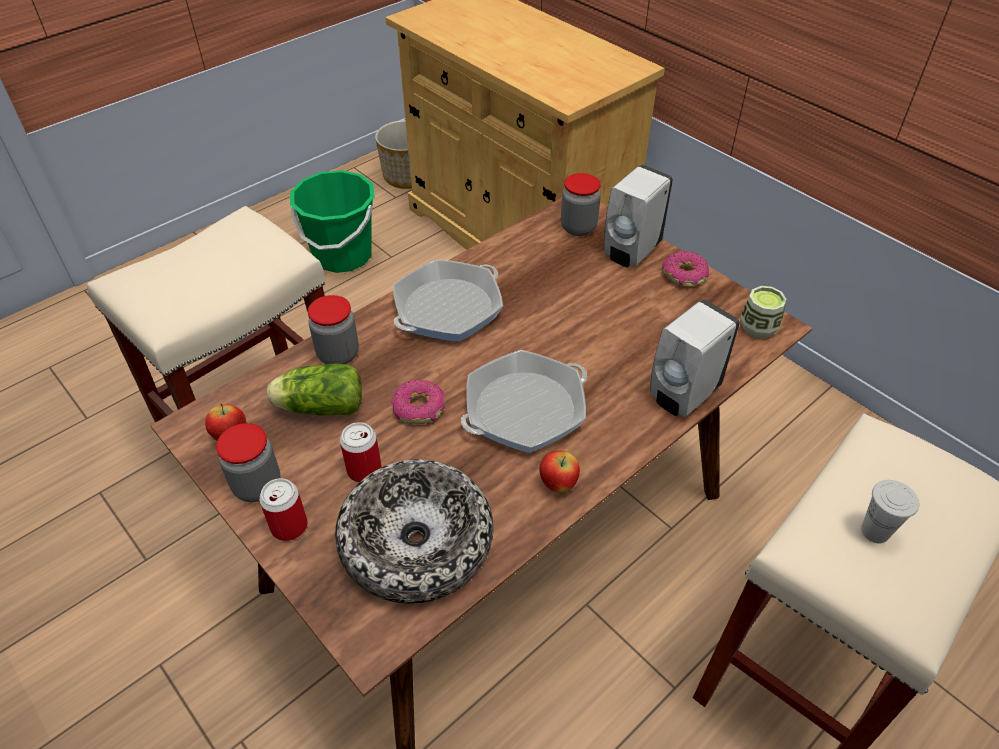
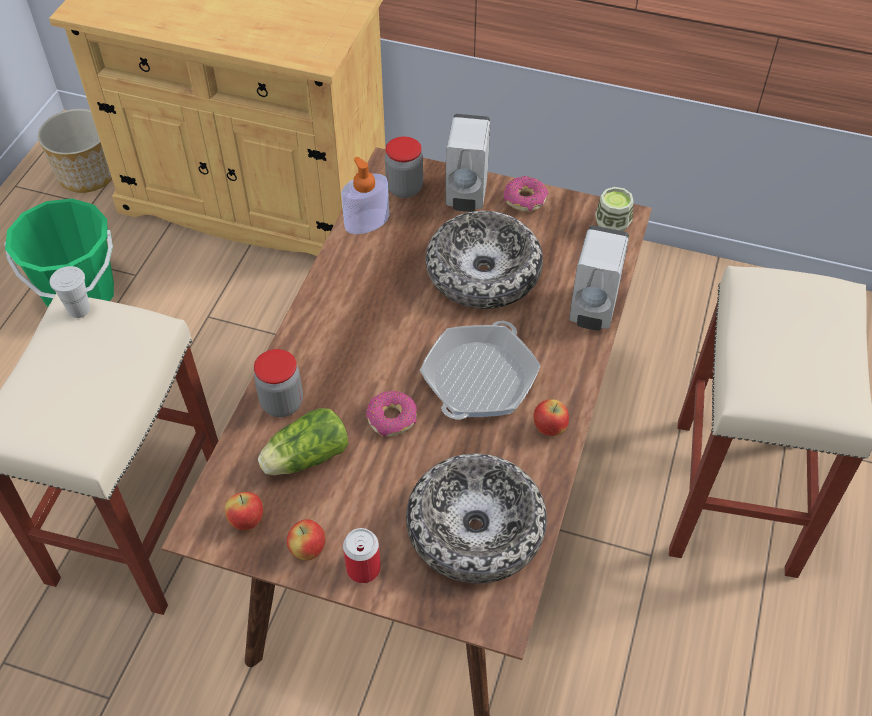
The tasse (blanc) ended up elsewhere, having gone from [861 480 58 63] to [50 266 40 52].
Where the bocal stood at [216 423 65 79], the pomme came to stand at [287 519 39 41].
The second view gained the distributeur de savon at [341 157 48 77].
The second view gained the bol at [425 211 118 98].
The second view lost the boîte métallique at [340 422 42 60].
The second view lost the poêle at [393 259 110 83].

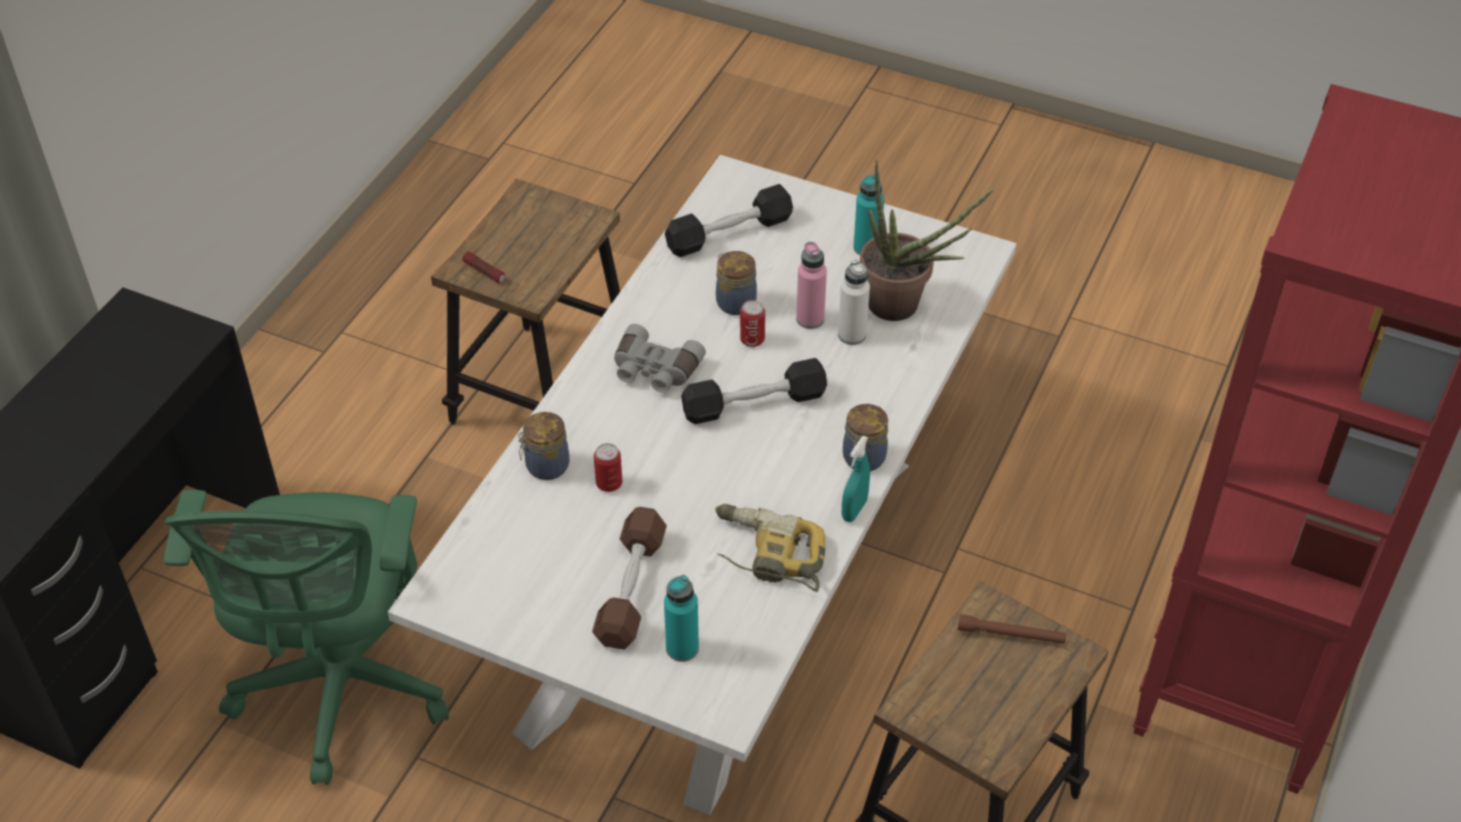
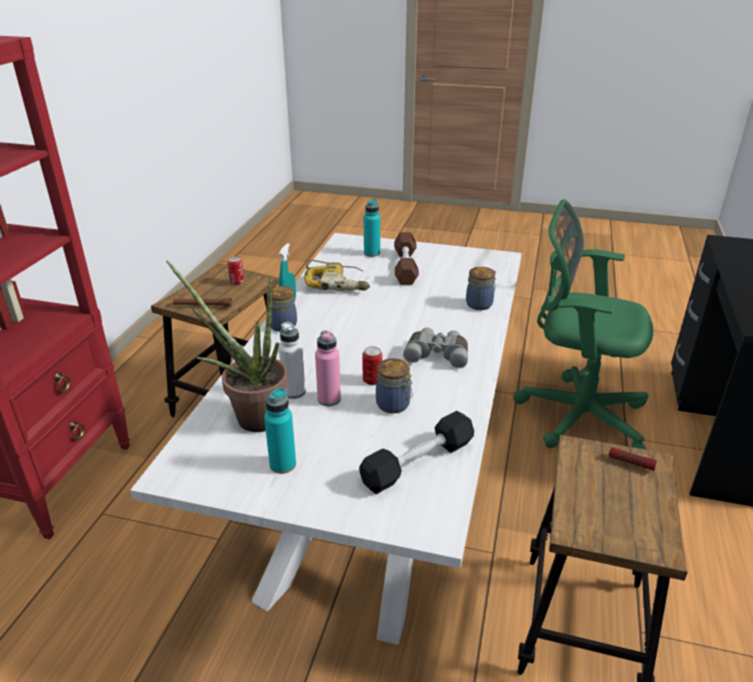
The boîte métallique ended up elsewhere, having gone from [594 443 28 49] to [228 257 16 28].
The chaise de bureau (vert) at [164 490 285 295] ended up facing another way, 60 degrees counterclockwise from before.
The second view lost the haltère (noir) at [681 358 146 66].

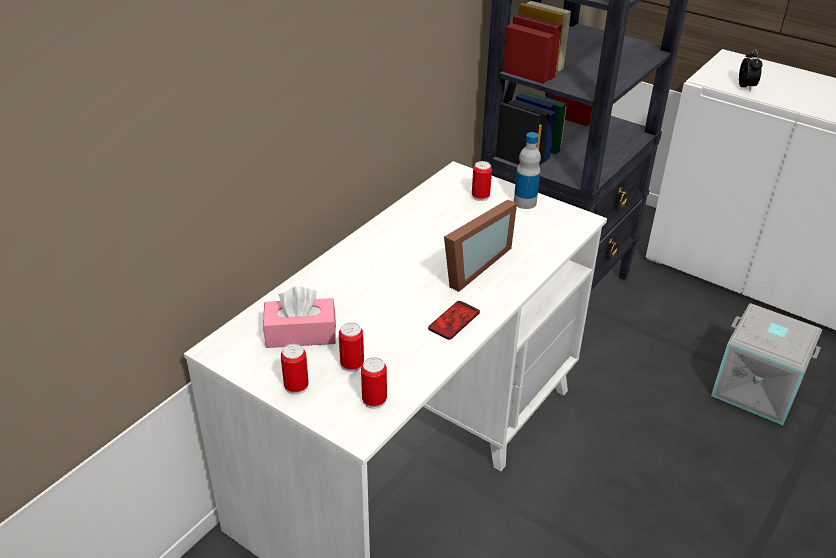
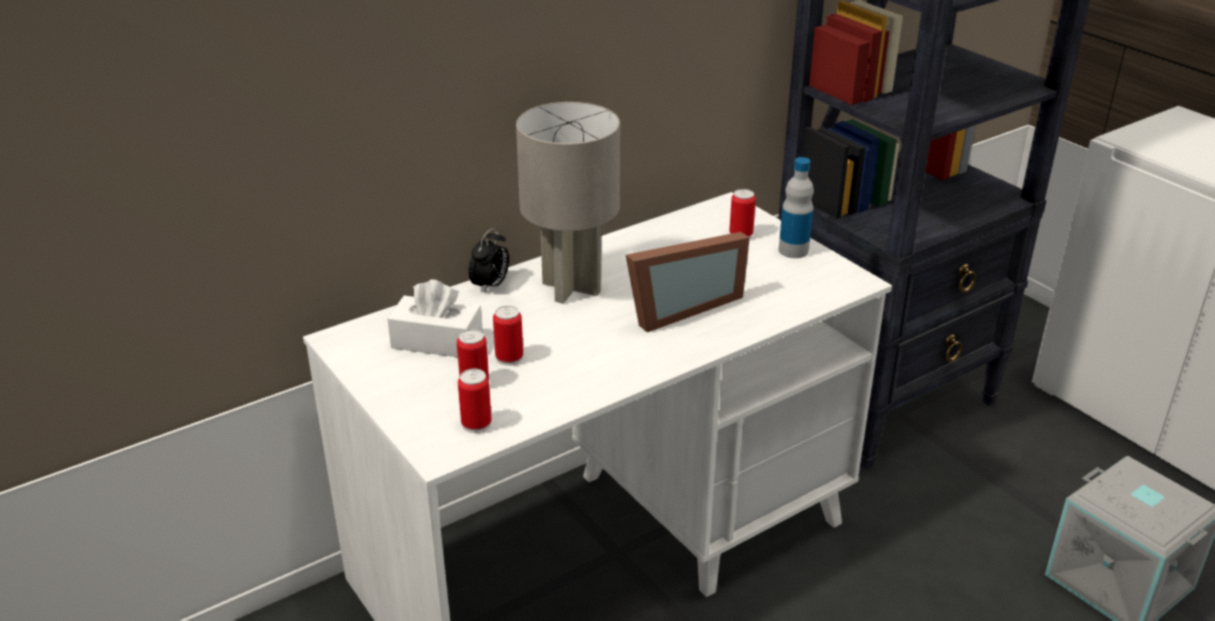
What was the boîte à mouchoirs (rose) at [263 286 73 62] turned into the boîte à mouchoirs (blanc) at [387 279 96 78].
The réveil ended up elsewhere, having gone from [739 49 24 41] to [469 228 40 66].
The boîte métallique ended up elsewhere, having gone from [281 344 28 51] to [493 306 30 60].
The second view gained the lampe de table (gris) at [516 102 104 202].
The second view lost the téléphone at [428 301 52 39].

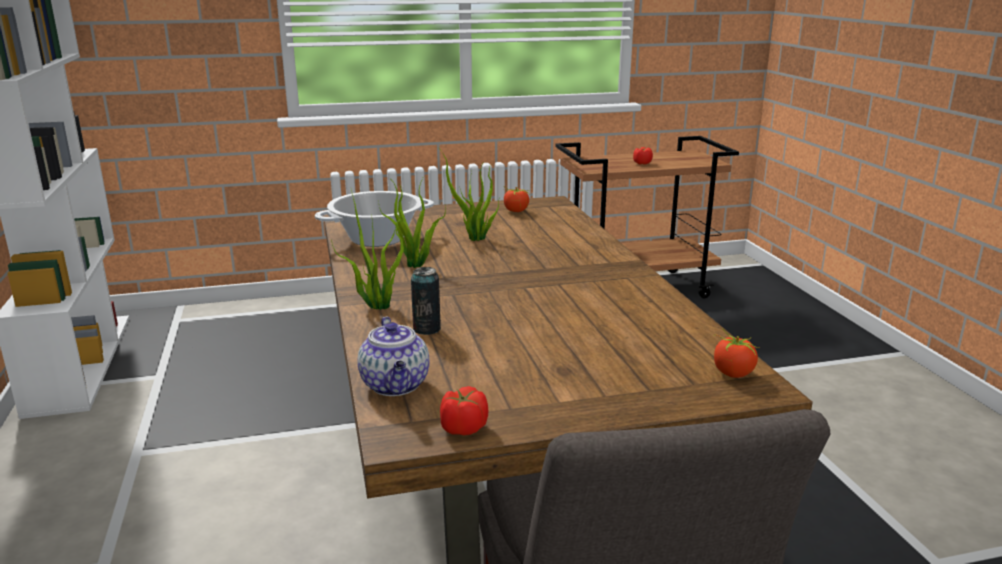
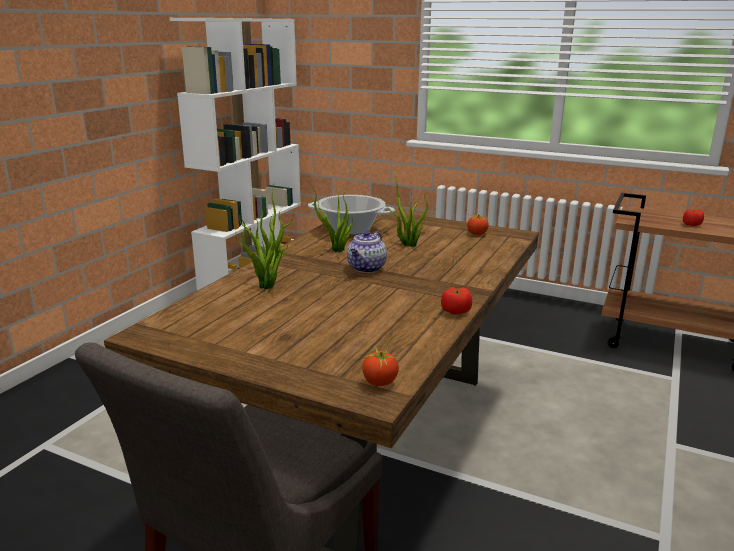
Where the boîte métallique stood at [411 267 30 68], the plante en pot came to stand at [235 213 53 76].
The théière ended up elsewhere, having gone from [357 317 73 79] to [347 231 40 42].
The tomate ended up elsewhere, having gone from [440 386 48 50] to [441 287 31 28].

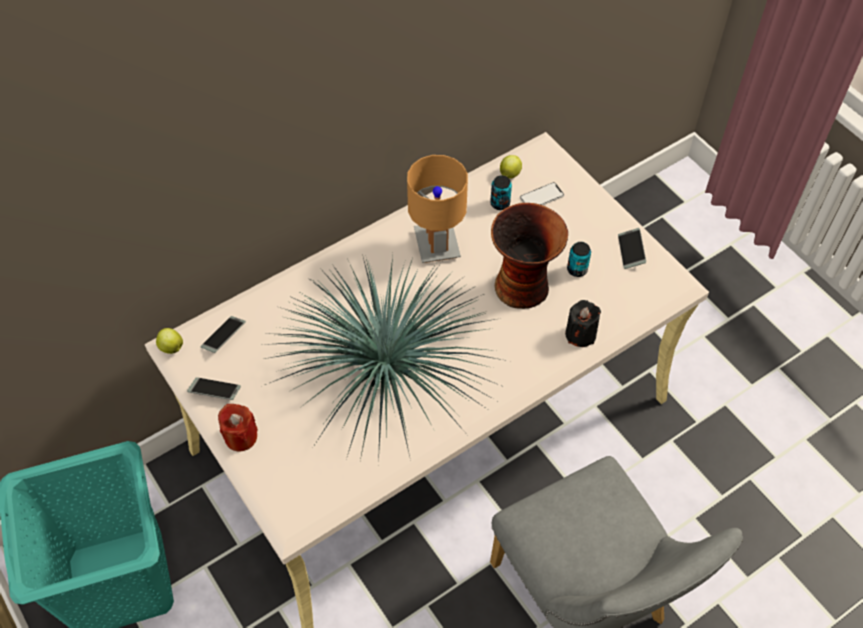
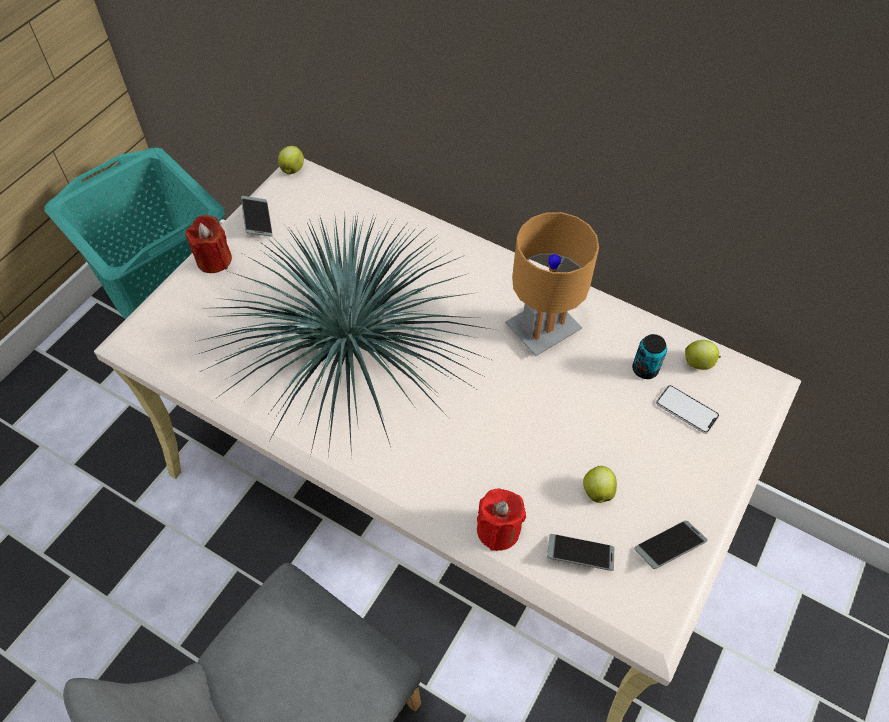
What was the bougie (noir) at [565 300 36 47] turned into the bougie (rouge) at [477 488 49 63].
The téléphone ended up elsewhere, having gone from [201 316 45 37] to [547 534 67 37].
Where the boîte métallique stood at [567 242 24 35], the pomme came to stand at [583 466 34 37].
The second view lost the vase at [491 203 77 106].

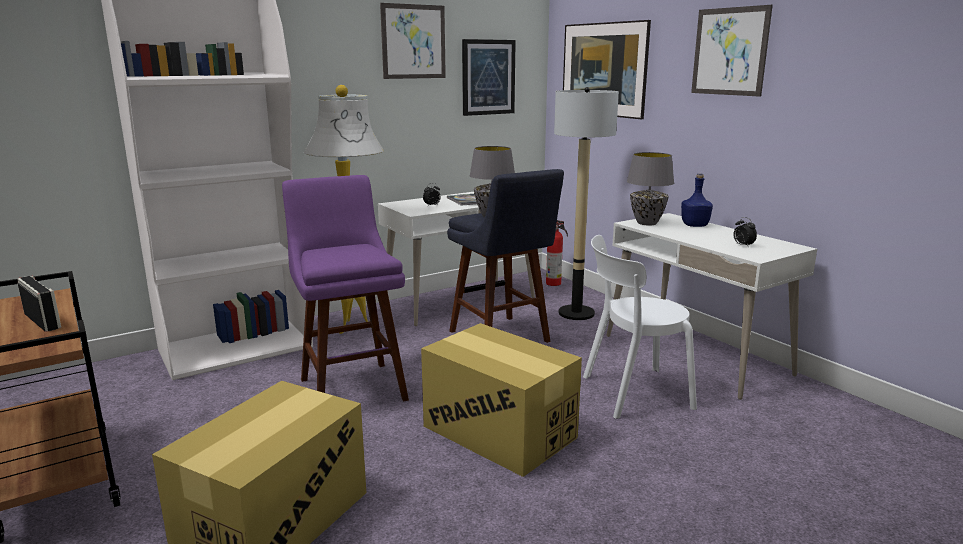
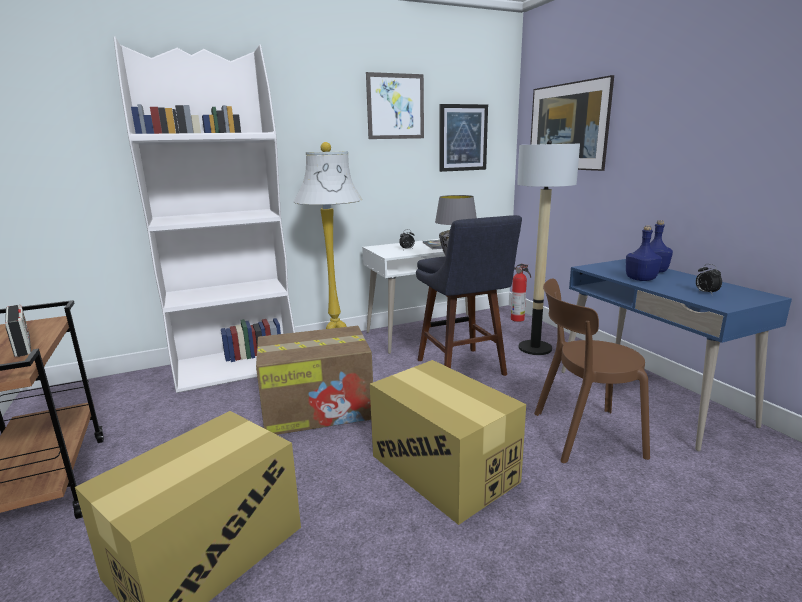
Where the tabouret (violet) stood at [282 175 127 226], the carton came to stand at [256 326 117 109].
What was the chaise (blanc) at [583 235 114 184] turned into the chaise (marron) at [534 278 116 185].
What was the bureau (blanc) at [607 213 210 187] turned into the bureau (bleu) at [561 259 231 192].
The second view gained the bouteille (bleu) at [626 225 36 56].
The second view lost the lampe de table (gris) at [627 152 47 74].
The second view lost the tableau at [691 5 82 92].

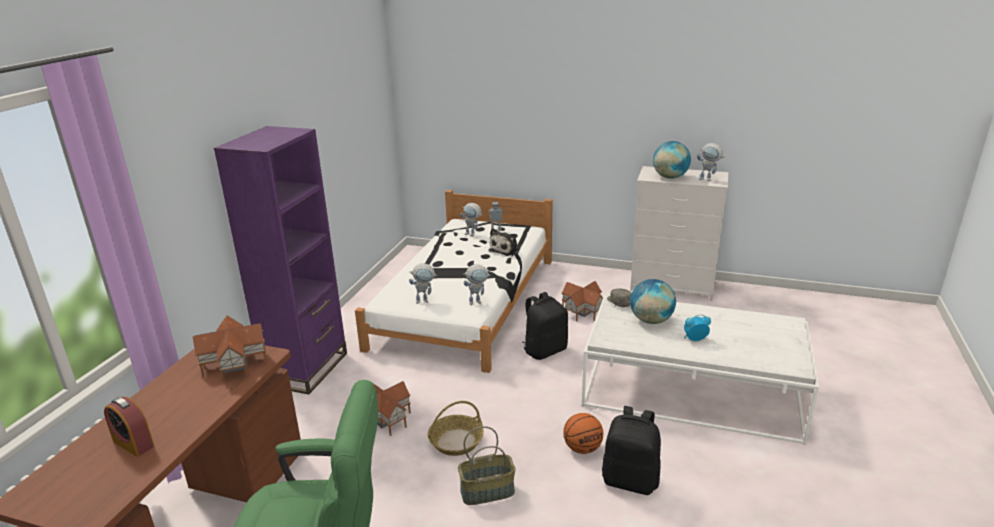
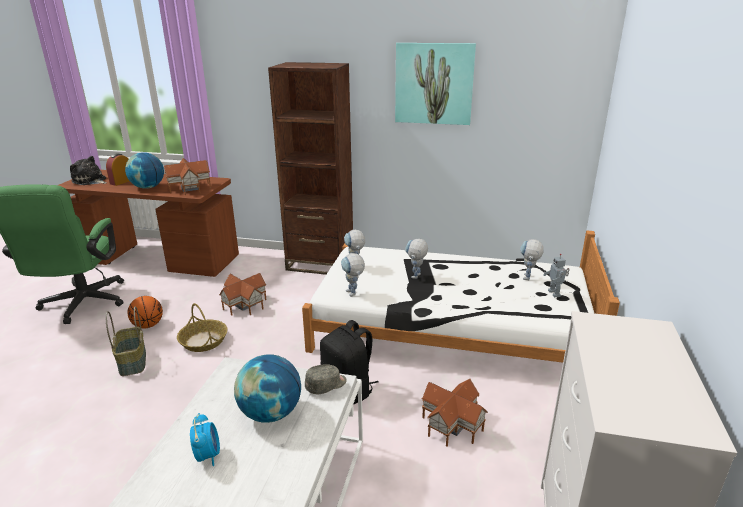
The peluche ended up elsewhere, having gone from [489 228 31 28] to [70 156 37 29].
The globe ended up elsewhere, having gone from [653 141 38 38] to [125 152 39 37].
The ballon de basket ended up elsewhere, having gone from [563 413 40 41] to [127 296 36 32].
What was the bibliothèque (violet) at [214 126 133 269] turned into the bibliothèque (marron) at [268 62 85 213].
The second view gained the tableau at [395 43 81 82].
The robot jouet ended up elsewhere, having gone from [697 143 28 38] to [405 238 23 41].
The second view lost the sac à dos (noir) at [602 406 59 89].

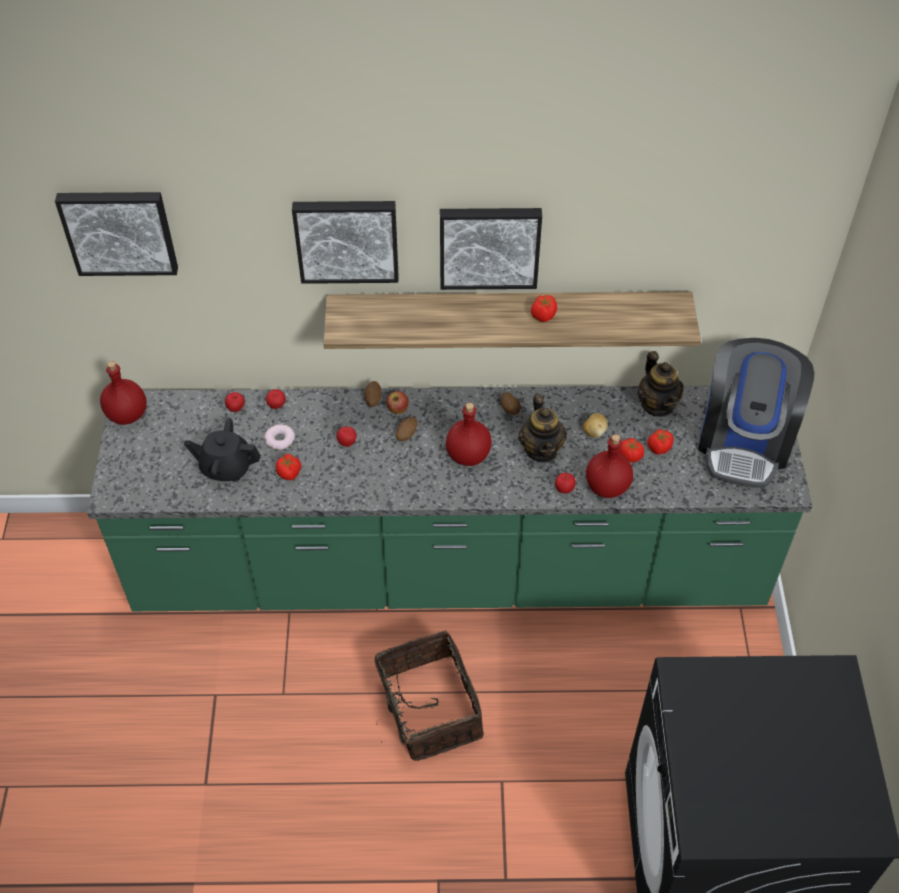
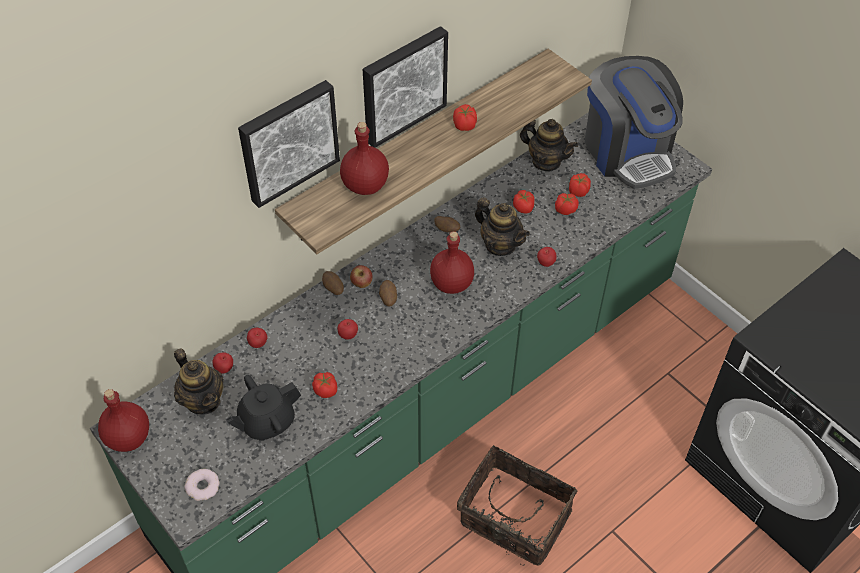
The second view gained the théière at [174 348 50 66].
The beignet ended up elsewhere, having gone from [264 424 31 26] to [185 469 35 32].
The bouteille (rouge) ended up elsewhere, having gone from [586 434 47 64] to [340 122 49 73].
Where the pomme de terre stood at [583 413 25 25], the tomate came to stand at [513 190 22 23].
The second view lost the tableau at [55 192 123 84].

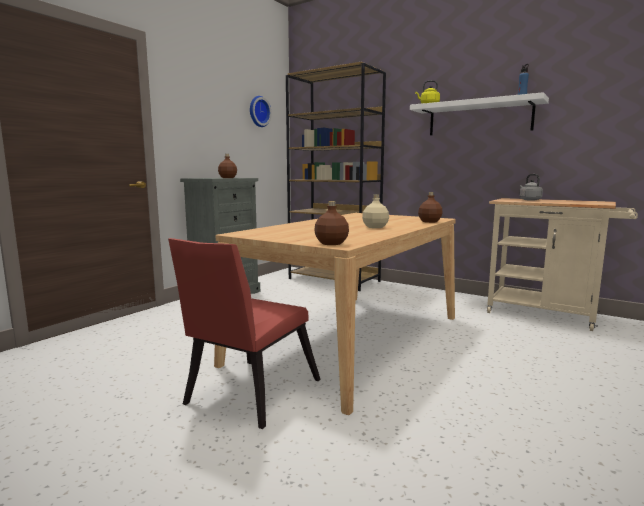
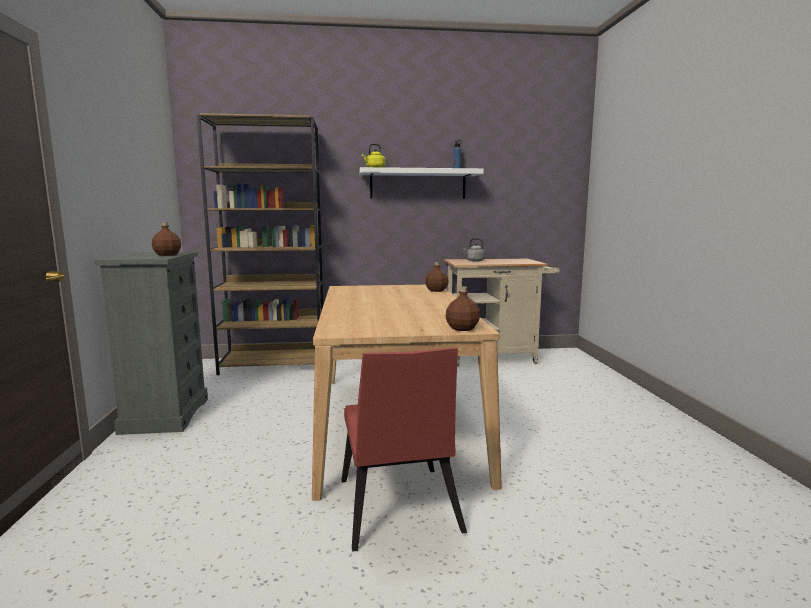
The second view lost the horloge murale at [250 96 22 31].
The second view lost the bouteille (beige) at [362 194 27 34].

